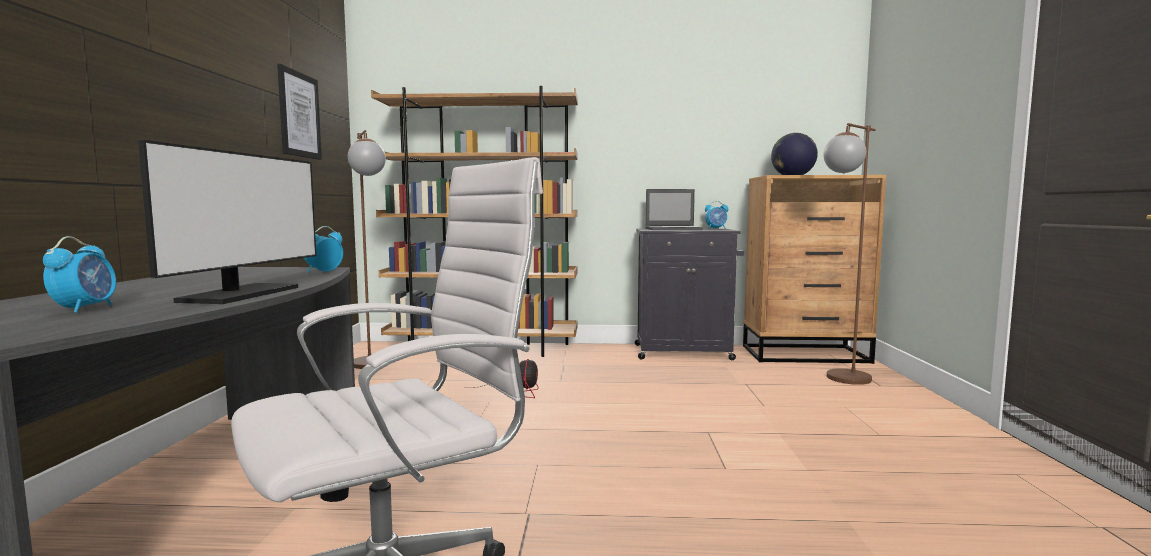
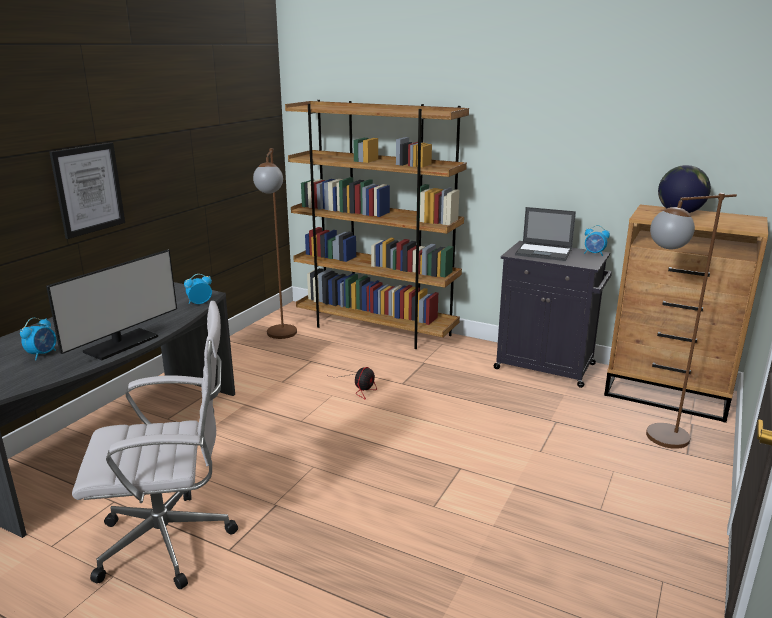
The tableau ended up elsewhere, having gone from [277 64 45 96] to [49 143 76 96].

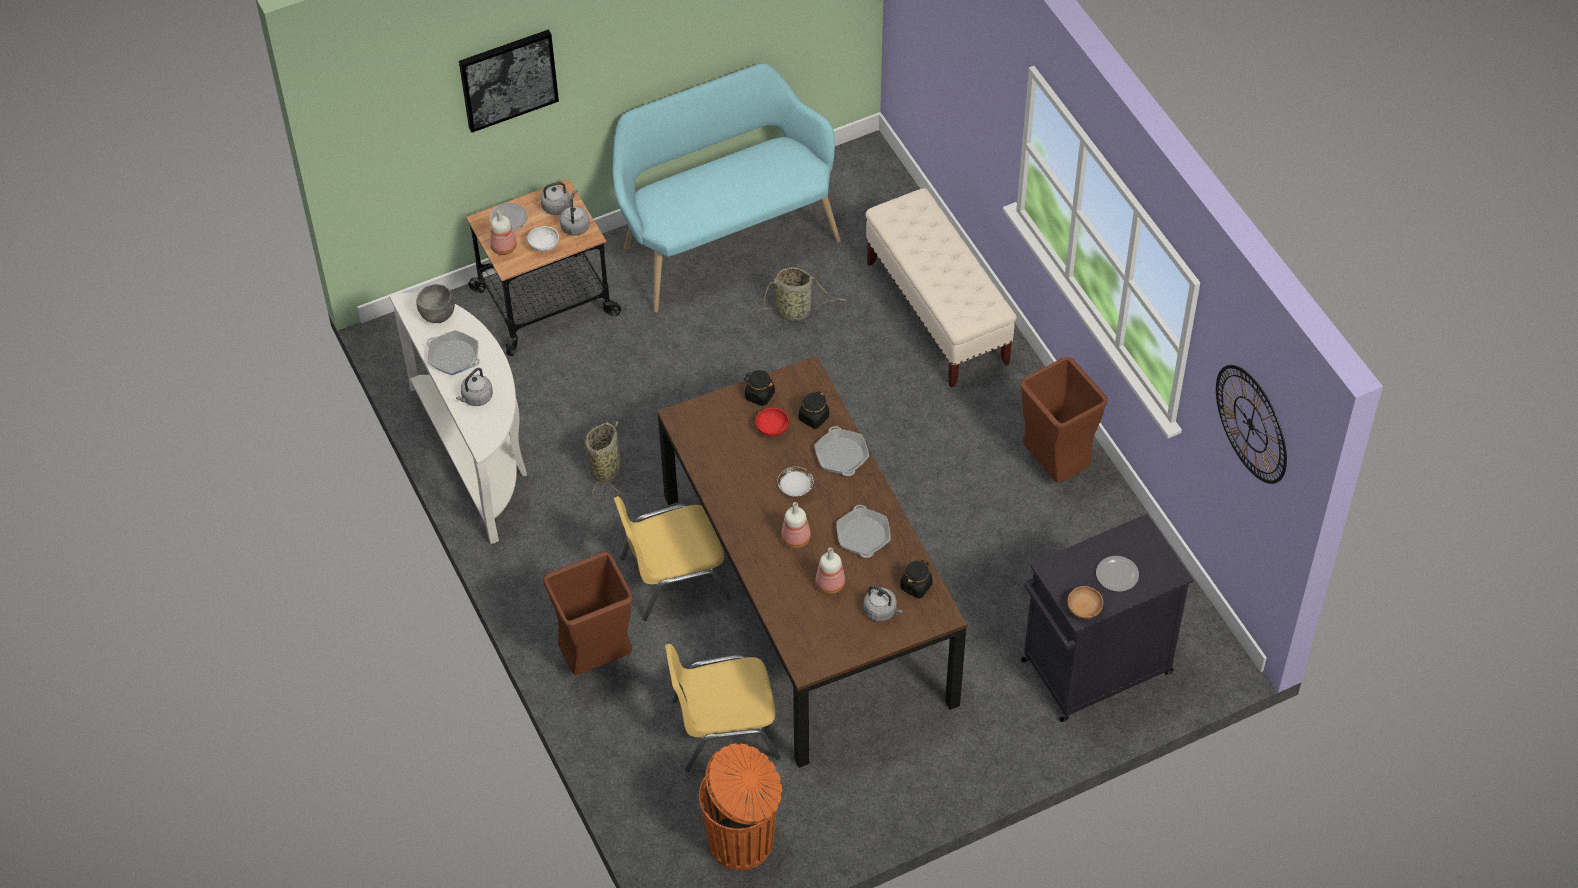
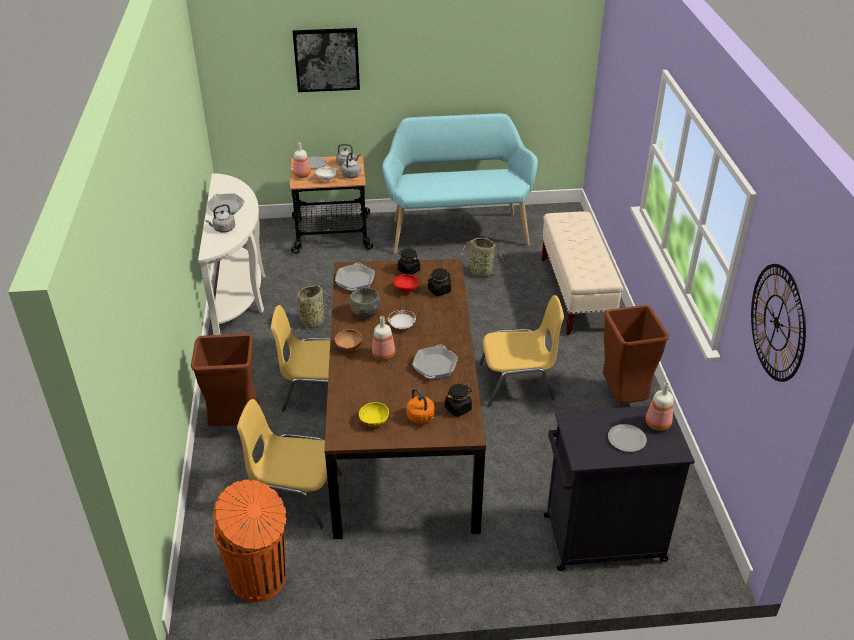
The poêle ended up elsewhere, having gone from [814 426 55 50] to [335 263 40 29].
The bol (marron) ended up elsewhere, having gone from [1067 586 36 33] to [335 329 28 22].
The bol (gris) ended up elsewhere, having gone from [416 284 39 39] to [350 288 30 31].
The second view gained the bol (jaune) at [359 402 30 25].
What was the bouilloire (gris) at [864 585 38 36] turned into the bouilloire (orange) at [406 389 29 35].
The second view gained the chaise (jaune) at [479 295 85 112].
The bouteille ended up elsewhere, having gone from [815 548 30 46] to [645 383 28 48].

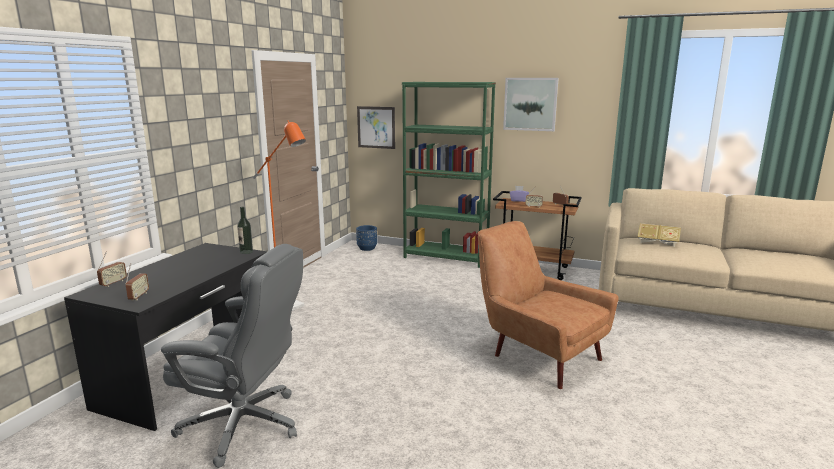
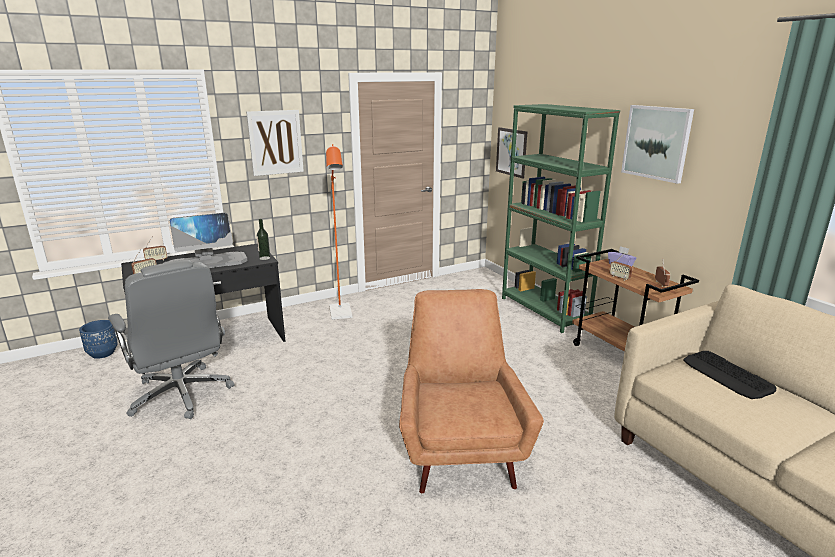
The cache-pot (bleu) ended up elsewhere, having gone from [356 225 21 26] to [79 320 39 39].
The second view gained the écran d'ordinateur at [164 213 83 55].
The second view gained the tableau at [246 110 58 66].
Where the livre stood at [637 223 44 24], the clavier came to stand at [683 351 94 48].

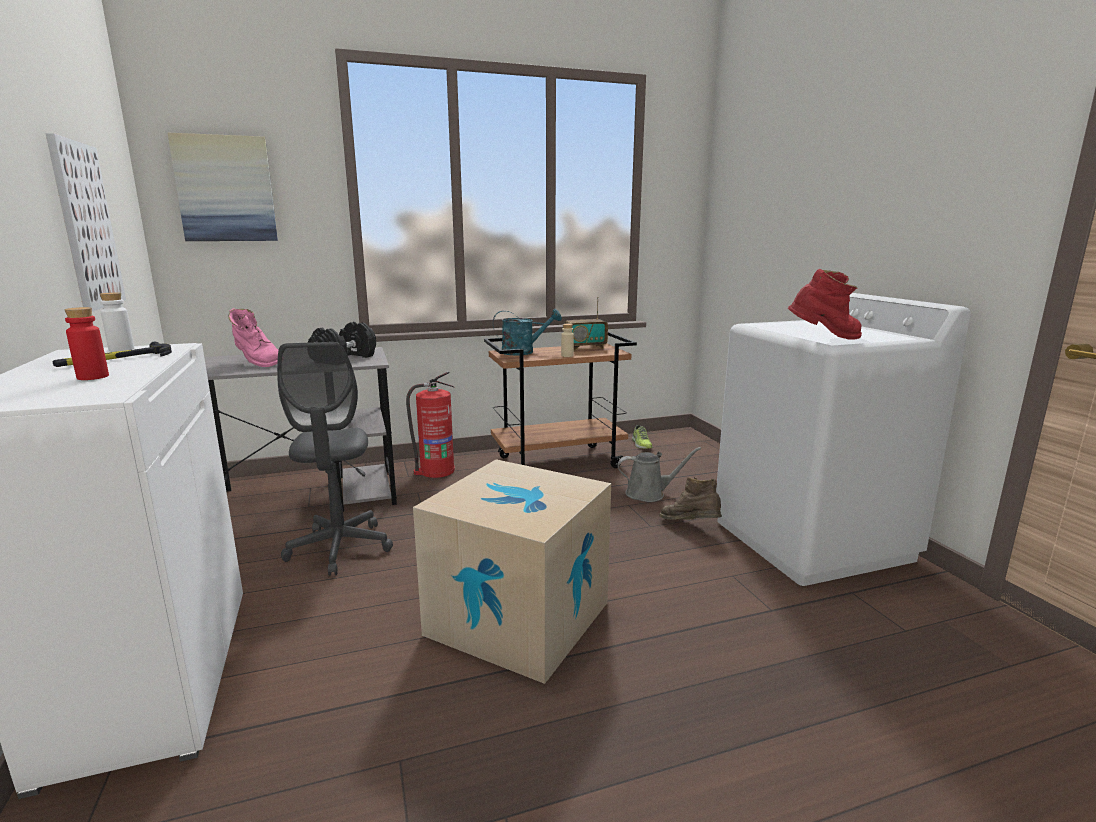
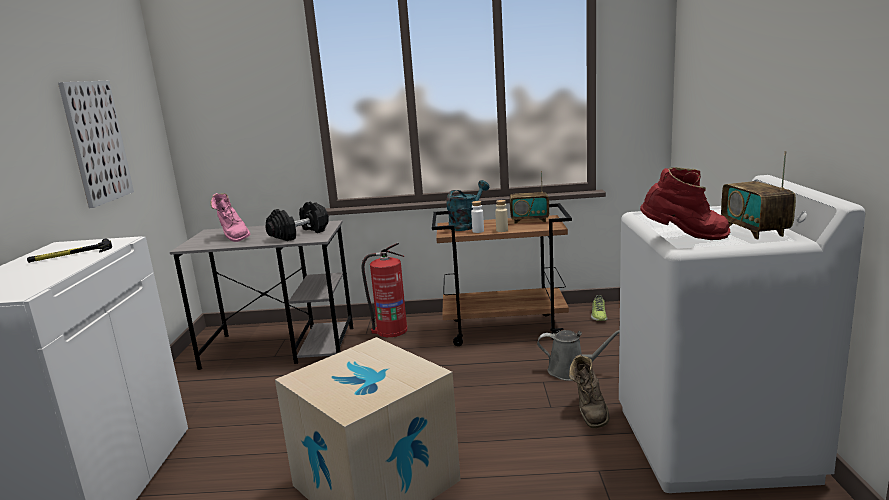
The arrosoir (turquoise) at [493 309 69 46] ended up facing another way, 60 degrees counterclockwise from before.
The bouteille (blanc) ended up elsewhere, having gone from [100 292 34 60] to [471 201 13 32].
The botte (marron) at [659 477 63 42] ended up facing another way, 150 degrees counterclockwise from before.
The second view gained the radio at [721 151 75 88].
The second view lost the bouteille (rouge) at [64 307 45 73].
The second view lost the tableau at [168 133 110 108].
The second view lost the chaise de bureau (gris) at [277 342 116 234].

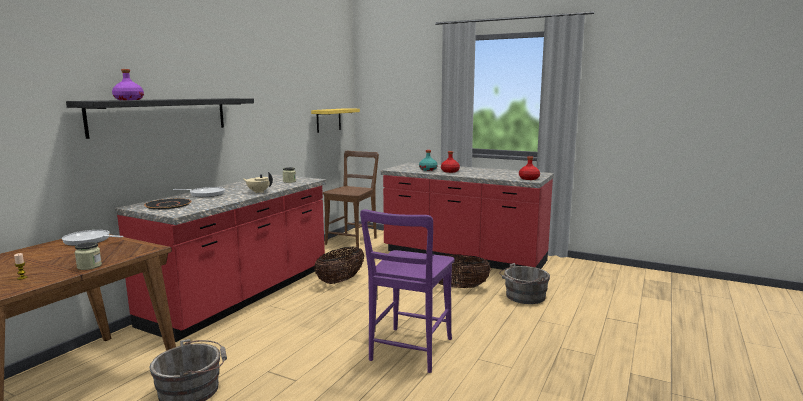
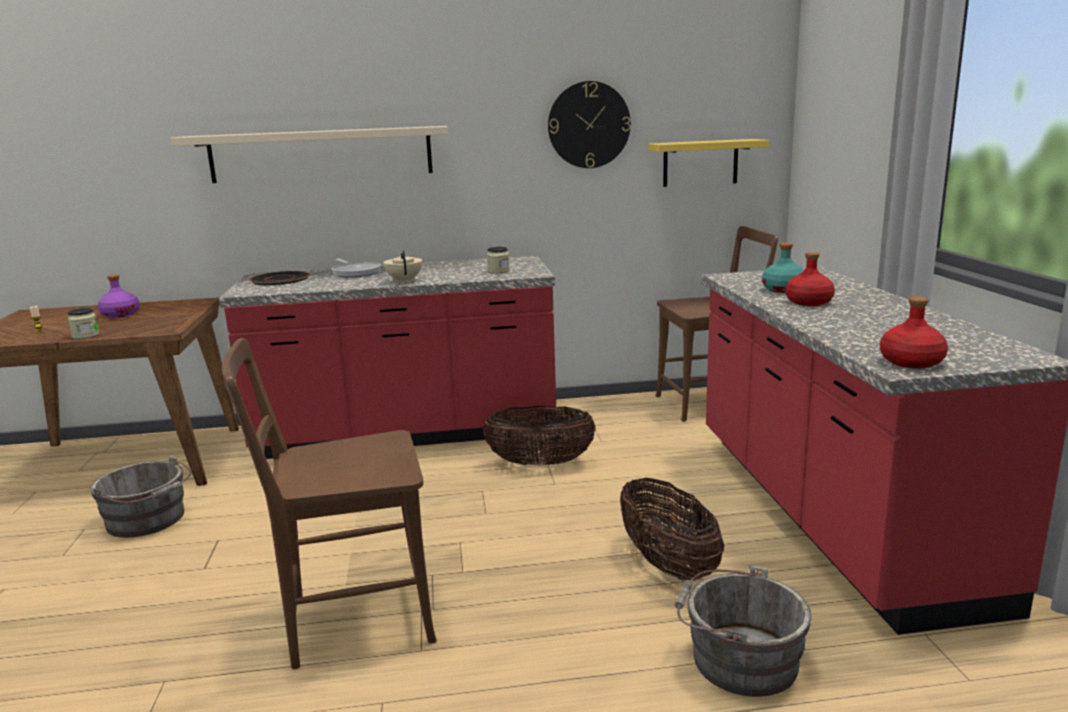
The bouteille (violet) ended up elsewhere, having gone from [112 69 32 31] to [98 275 42 43].
What was the étagère (noir) at [66 98 188 41] turned into the étagère (beige) at [171 126 277 57].
What was the chaise (violet) at [360 209 95 164] turned into the chaise (marron) at [222 338 215 331].
The second view gained the horloge murale at [548 81 83 87].
The second view lost the poêle at [62 230 62 16].

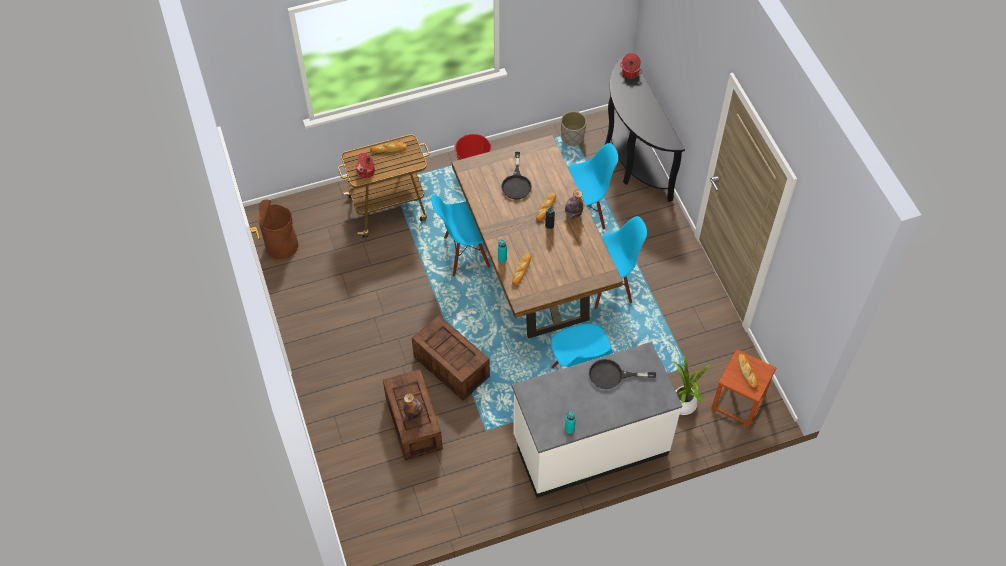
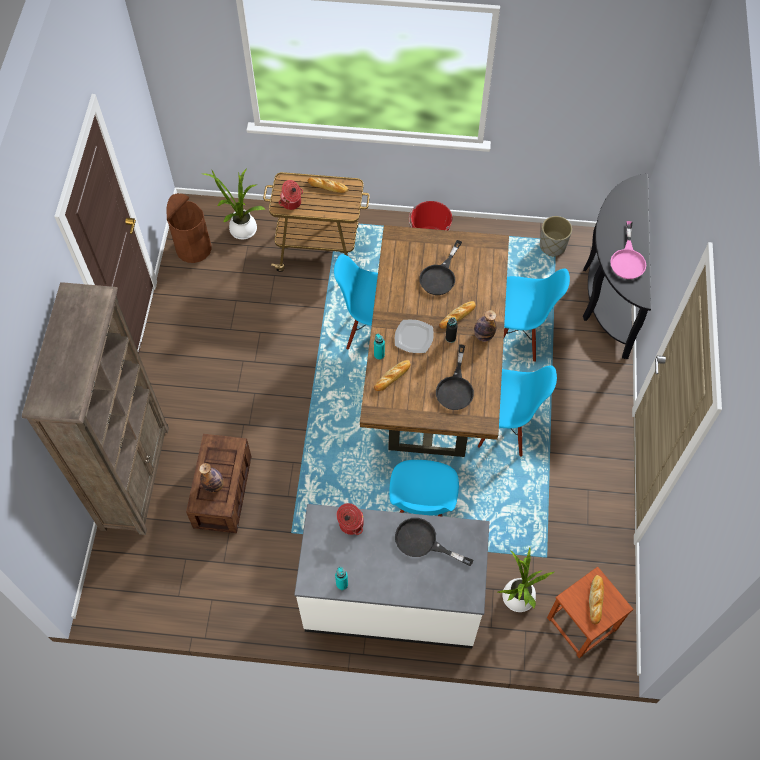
The second view gained the bibliothèque (marron) at [22 282 147 253].
The second view gained the plante en pot at [203 168 63 71].
The marmite ended up elsewhere, having gone from [620 53 22 26] to [337 503 27 32].
The second view gained the assiette at [395 320 39 33].
The second view gained the poêle (noir) at [436 345 38 65].
The second view gained the poêle (rose) at [610 221 36 58].
The second view lost the caisse at [412 315 78 86].

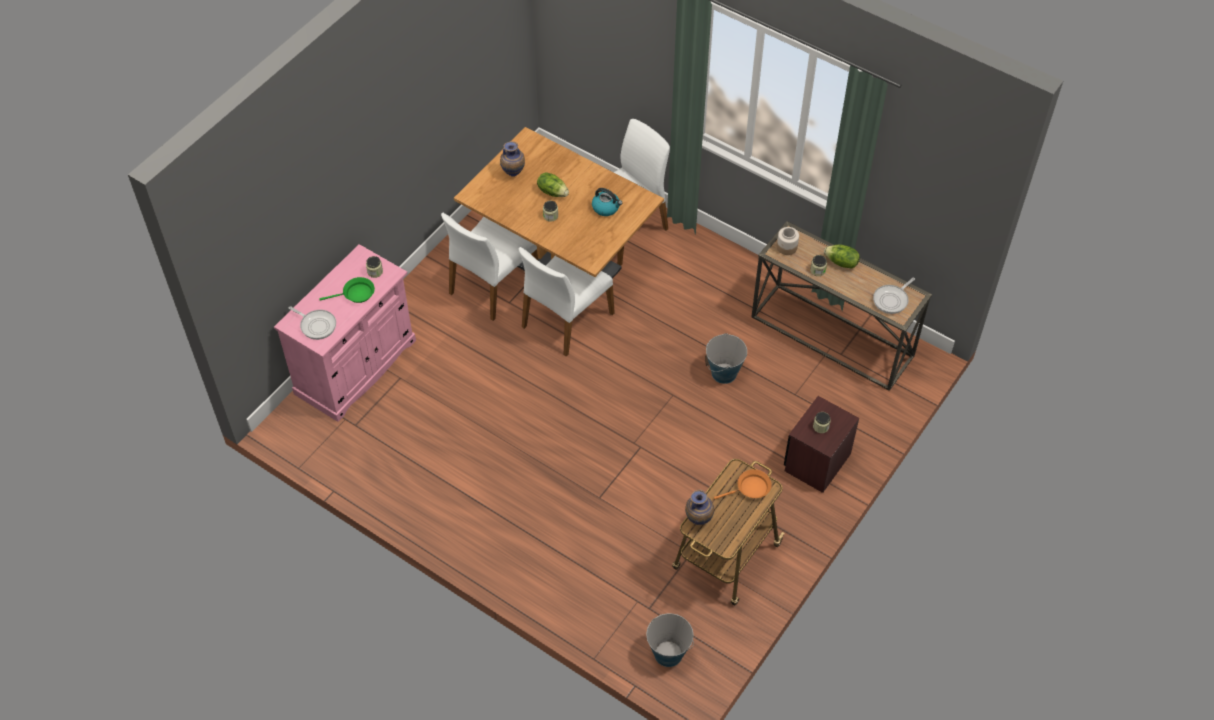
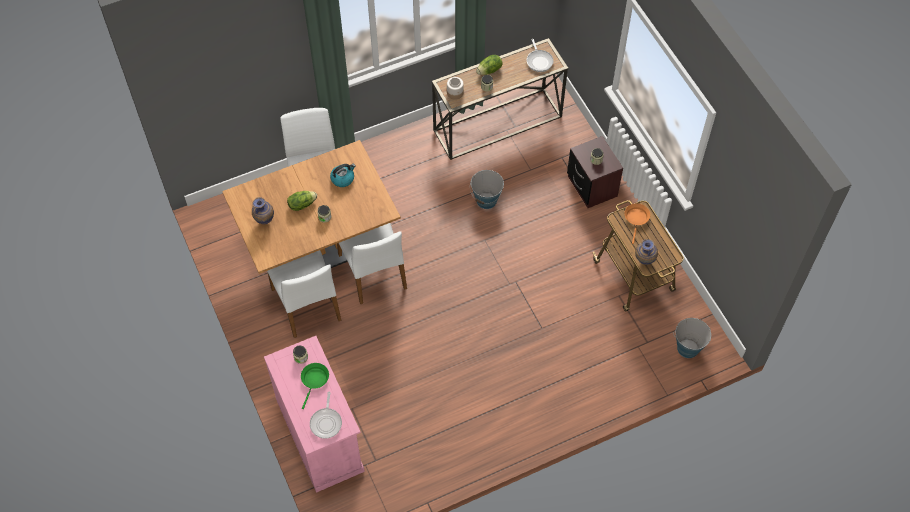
The poêle at [288 306 48 34] ended up facing another way, 120 degrees clockwise from before.

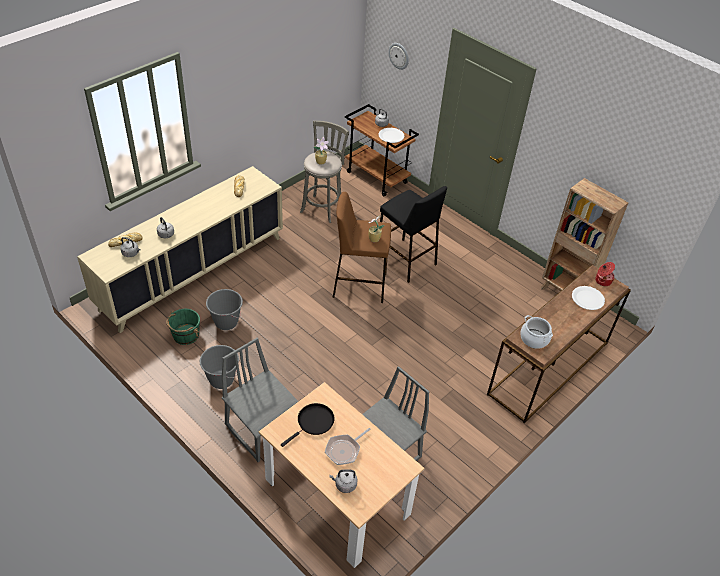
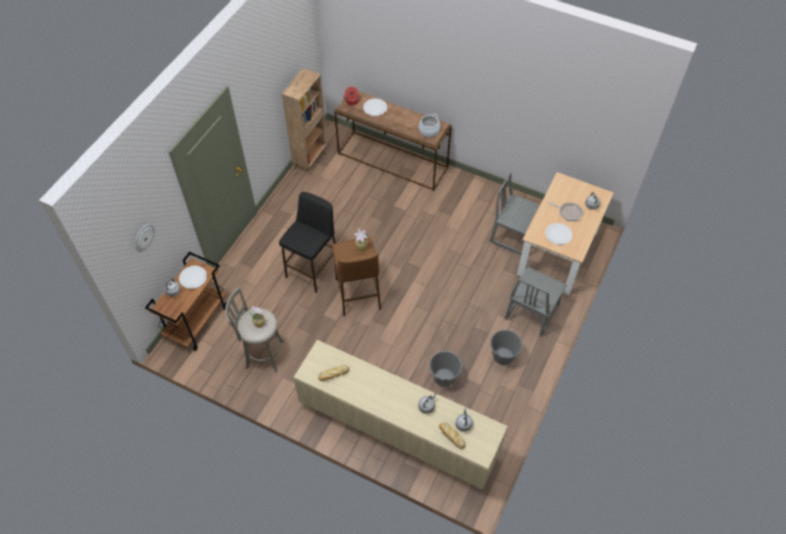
Where the poêle (noir) stood at [281 403 53 44], the assiette (blanc) came to stand at [545 223 27 22].
The second view lost the seau (vert) at [166 309 34 36].

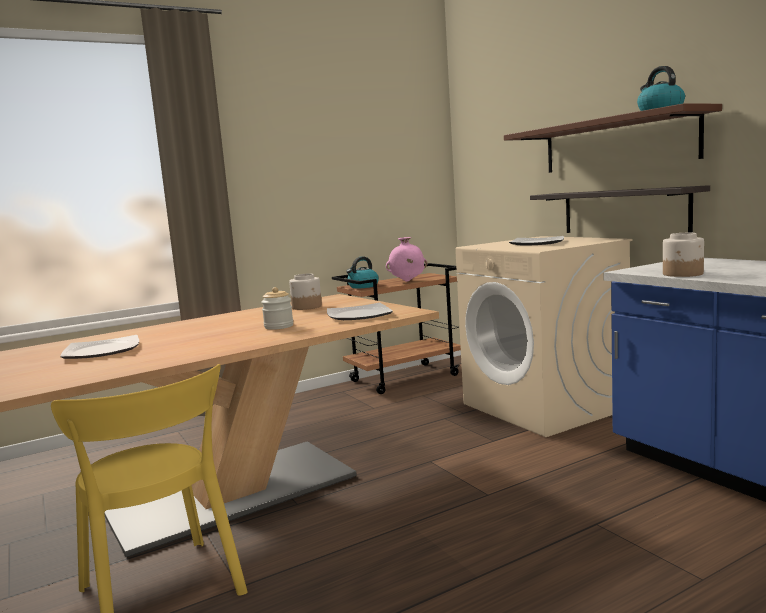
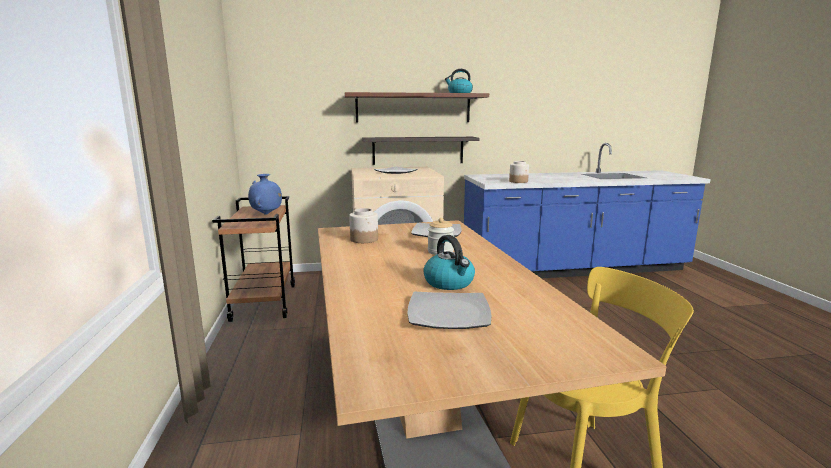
What was the vase (rose) at [386 237 41 45] turned into the vase (bleu) at [248 174 34 40].
The bouilloire ended up elsewhere, having gone from [346 257 33 31] to [423 235 52 55].

